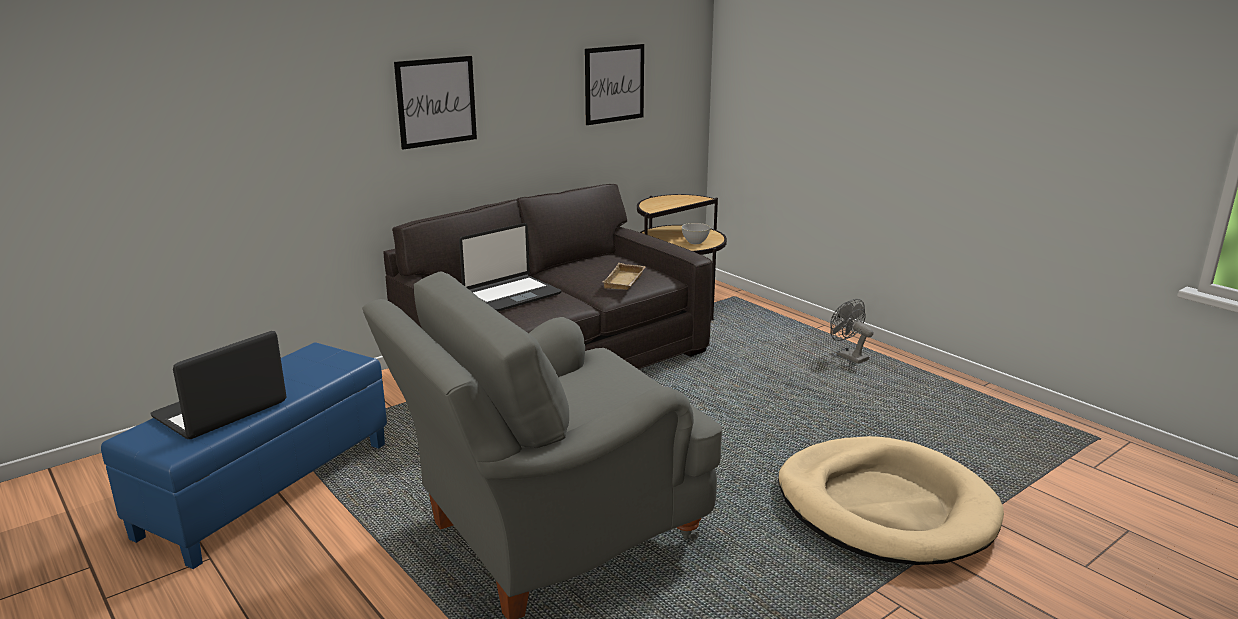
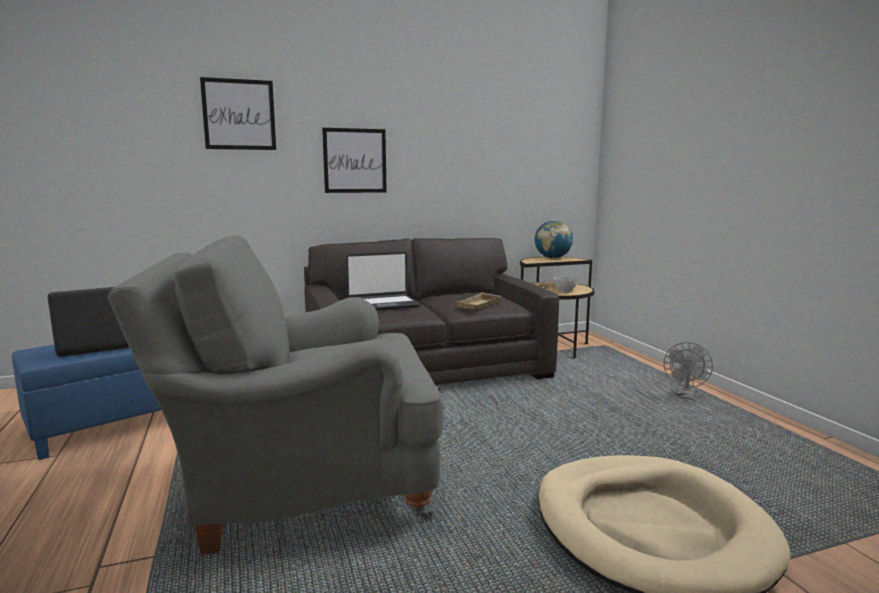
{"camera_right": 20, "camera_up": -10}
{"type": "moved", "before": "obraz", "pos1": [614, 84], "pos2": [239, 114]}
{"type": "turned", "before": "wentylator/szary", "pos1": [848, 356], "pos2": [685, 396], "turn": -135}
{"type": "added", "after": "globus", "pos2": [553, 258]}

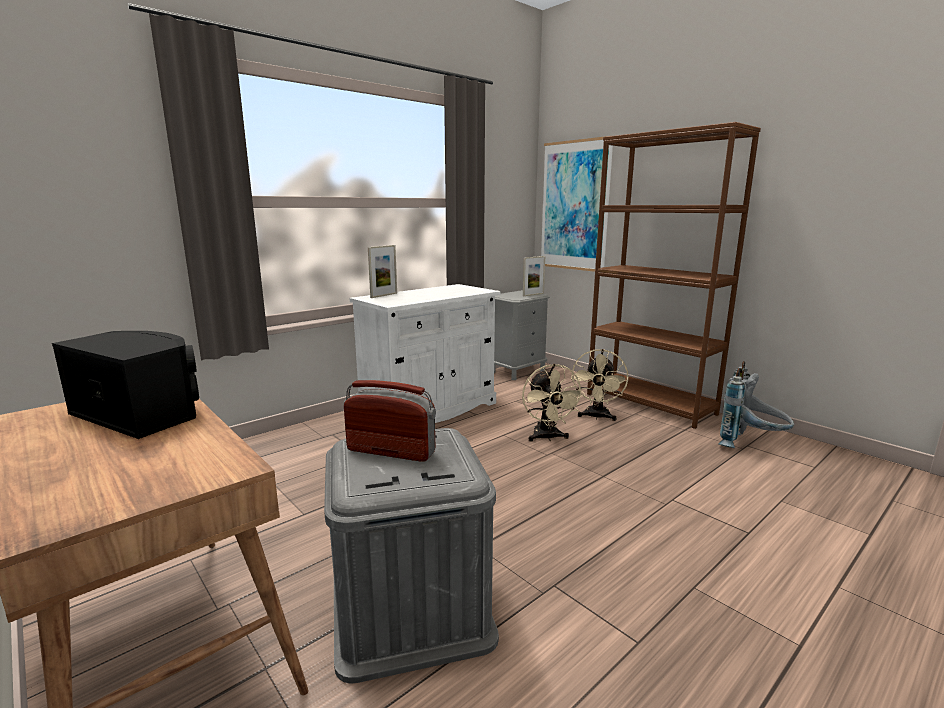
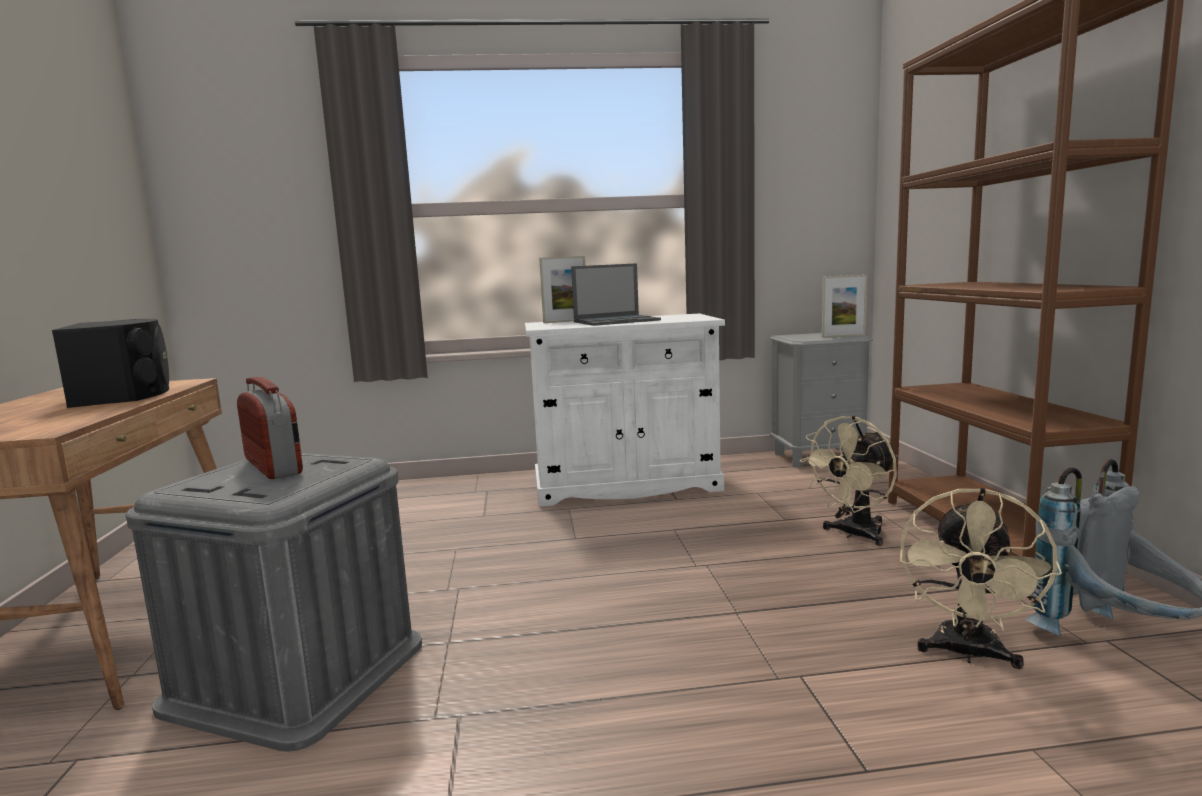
{"camera_right": 35, "camera_up": -5}
{"type": "moved", "before": "wentylator/beżowy", "pos1": [547, 438], "pos2": [968, 654]}
{"type": "removed", "before": "obraz", "pos1": [574, 206]}
{"type": "added", "after": "laptop", "pos2": [617, 321]}

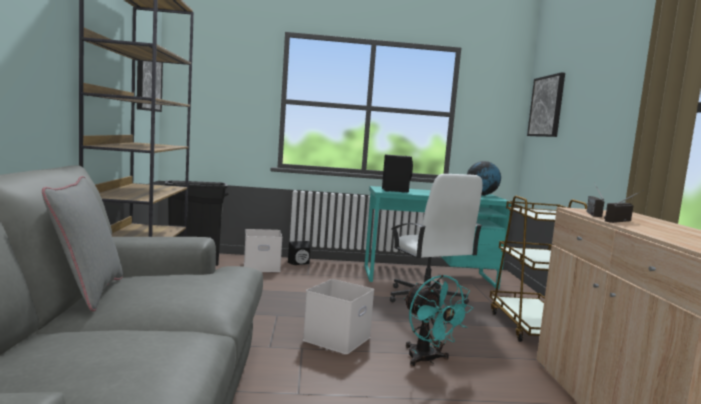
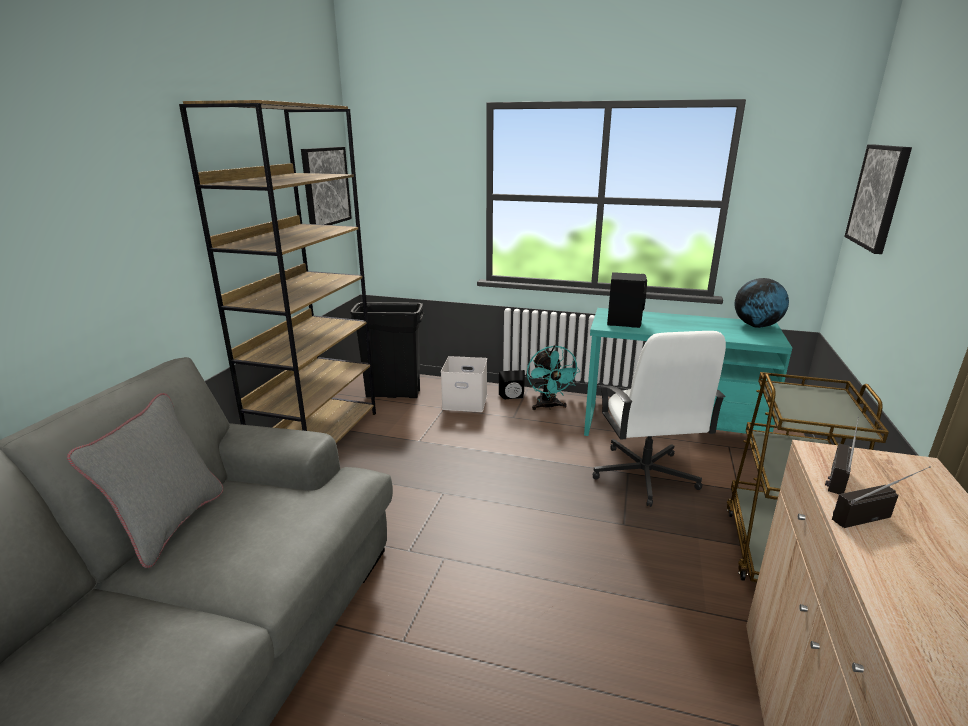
{"camera_right": 20, "camera_up": 15}
{"type": "removed", "before": "pojemnik do przechowywania/biały", "pos1": [337, 339]}
{"type": "moved", "before": "wentylator/turkusowy", "pos1": [427, 360], "pos2": [548, 407]}

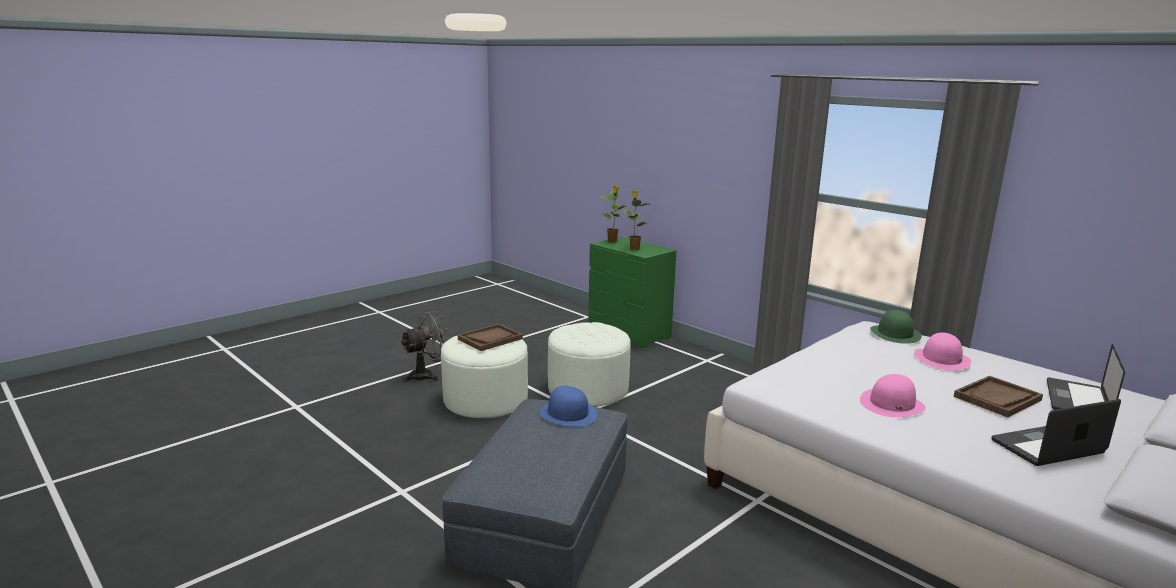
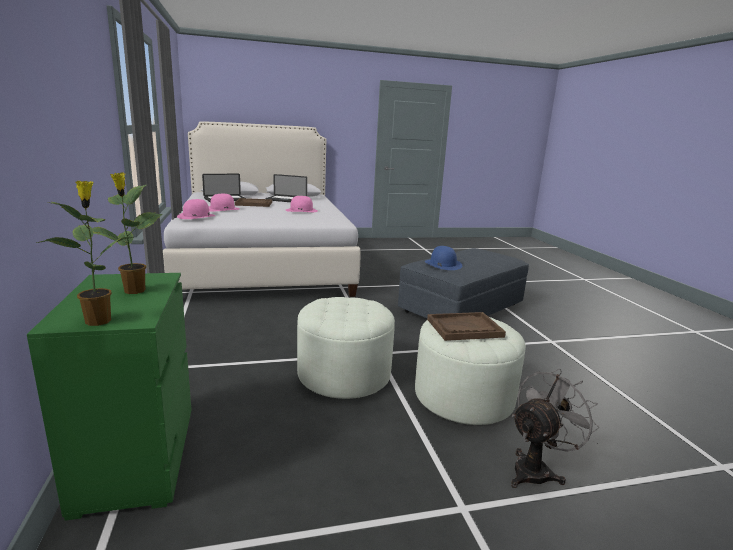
{"camera_right": -150, "camera_up": 0}
{"type": "turned", "before": "wentylator/szary", "pos1": [427, 375], "pos2": [536, 469], "turn": 150}
{"type": "recoloured", "before": "kapelusz/zielony", "after": "kapelusz/różowy", "pos1": [895, 334], "pos2": [196, 216]}

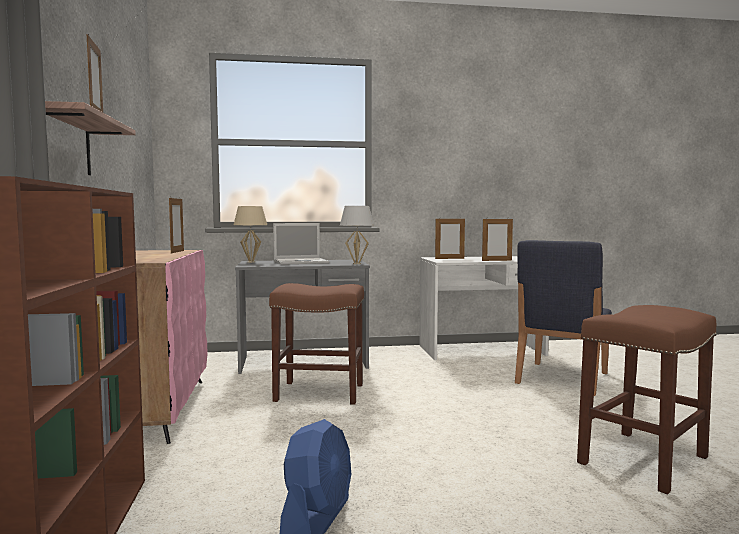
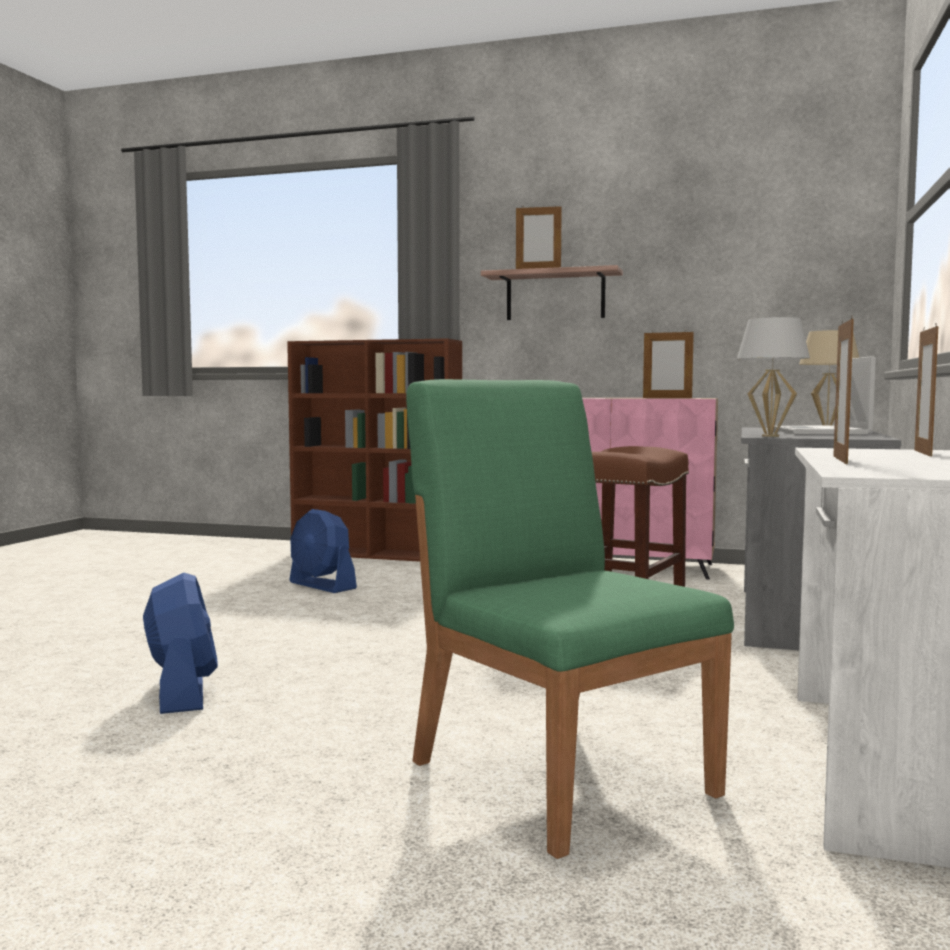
{"camera_right": 115, "camera_up": 0}
{"type": "recoloured", "before": "krzesło/niebieski", "after": "krzesło/zielony", "pos1": [561, 378], "pos2": [560, 775]}
{"type": "replaced", "before": "stołek/brązowy", "after": "wentylator/niebieski", "pos1": [643, 461], "pos2": [183, 692]}

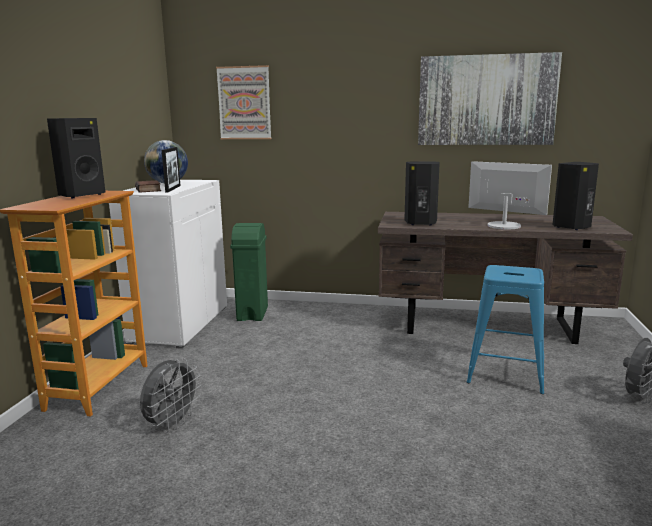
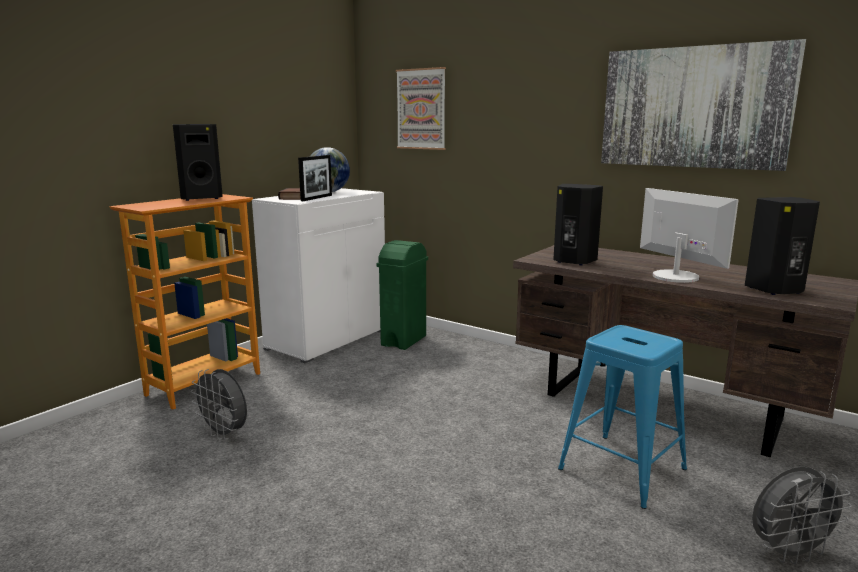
{"camera_right": 25, "camera_up": 0}
{"type": "turned", "before": "wentylator/szary", "pos1": [172, 424], "pos2": [224, 434], "turn": 75}

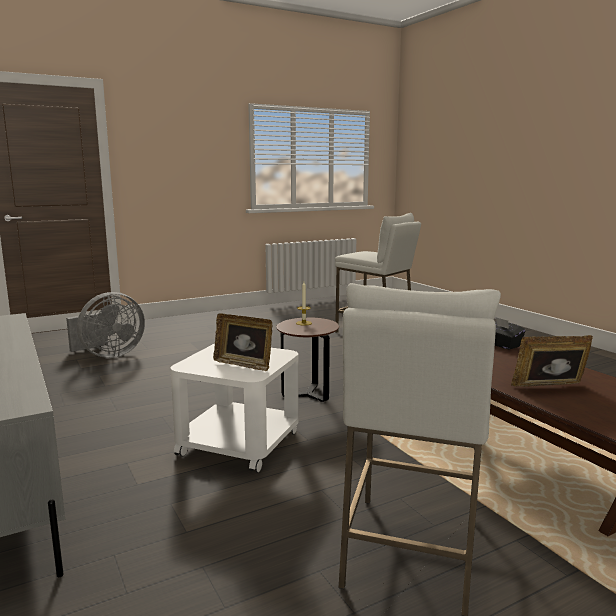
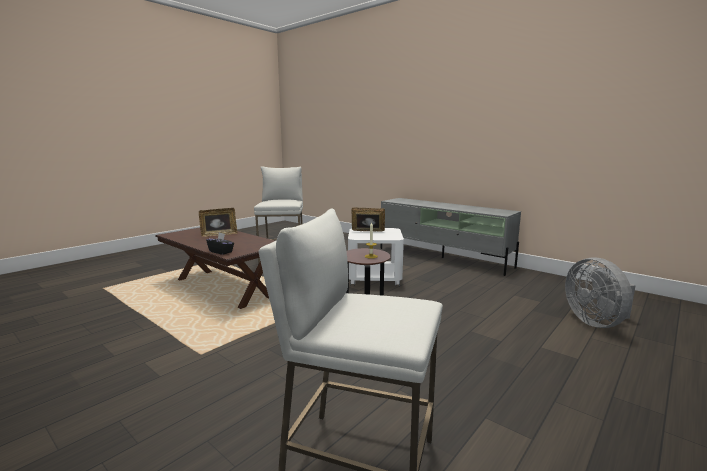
{"camera_right": 160, "camera_up": 0}
{"type": "turned", "before": "wentylator/szary", "pos1": [108, 355], "pos2": [596, 322], "turn": -45}

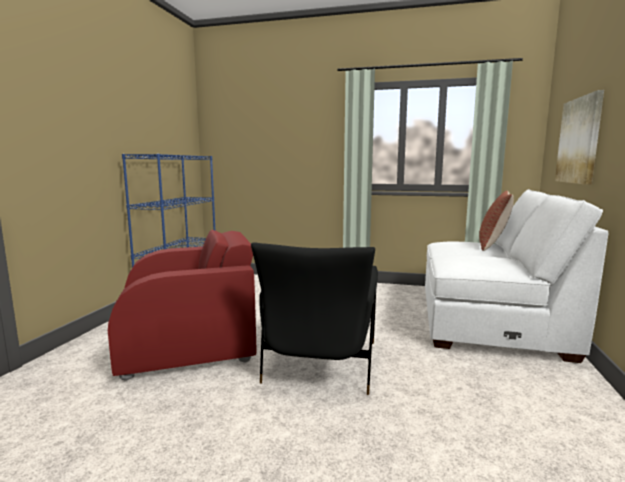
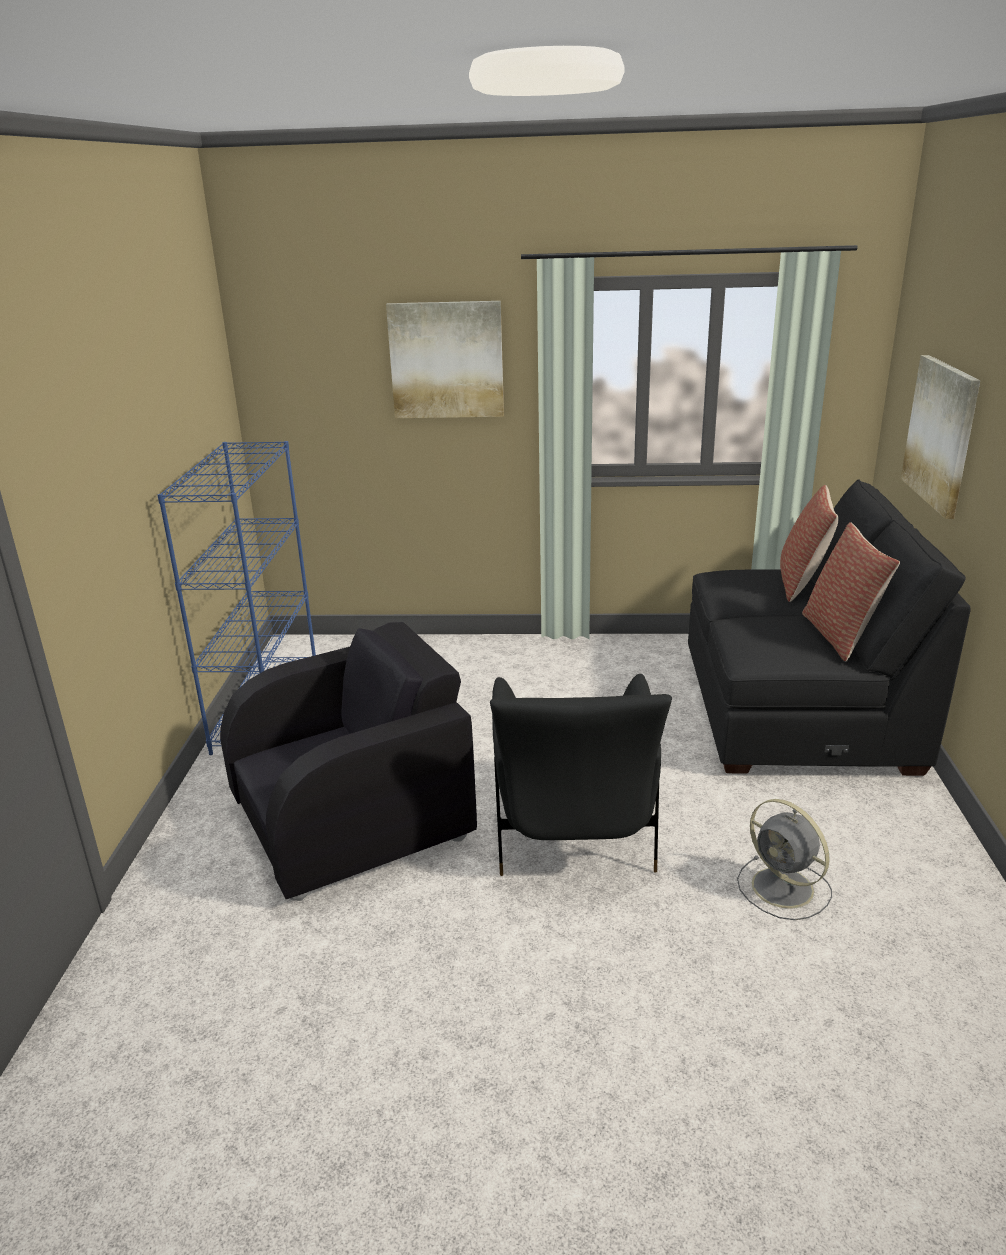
{"camera_right": -10, "camera_up": 15}
{"type": "recoloured", "before": "fotel/czerwony", "after": "fotel/czarny", "pos1": [189, 344], "pos2": [353, 819]}
{"type": "recoloured", "before": "kanapa/biały", "after": "kanapa/czarny", "pos1": [488, 321], "pos2": [795, 708]}
{"type": "added", "after": "obraz", "pos2": [446, 360]}
{"type": "added", "after": "wentylator/szary", "pos2": [785, 889]}
{"type": "added", "after": "poduszka", "pos2": [840, 635]}

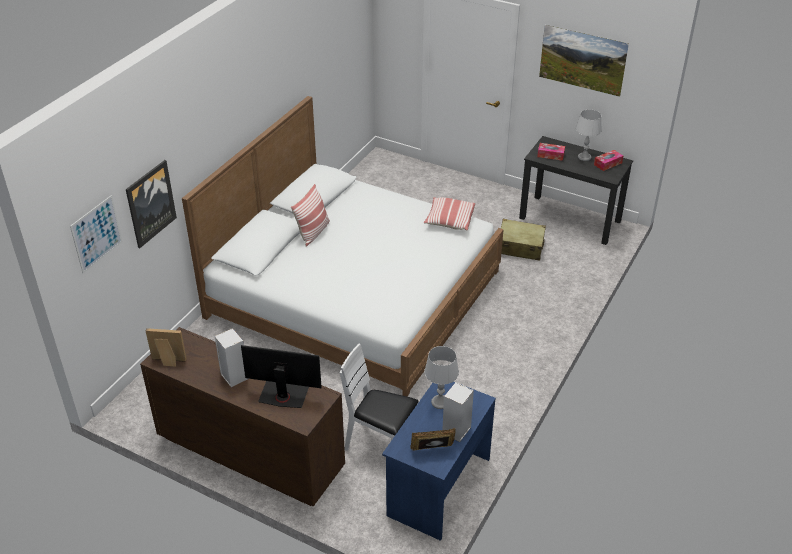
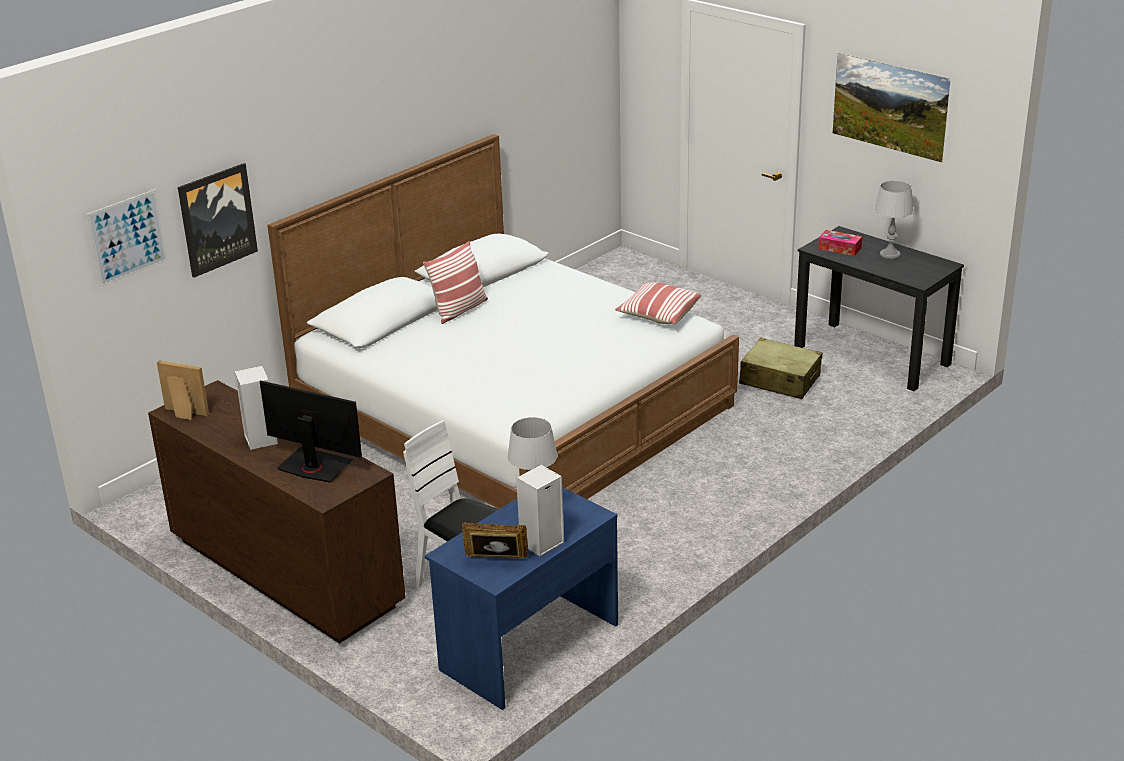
{"camera_right": 15, "camera_up": -10}
{"type": "removed", "before": "pudełko chusteczek", "pos1": [608, 164]}

